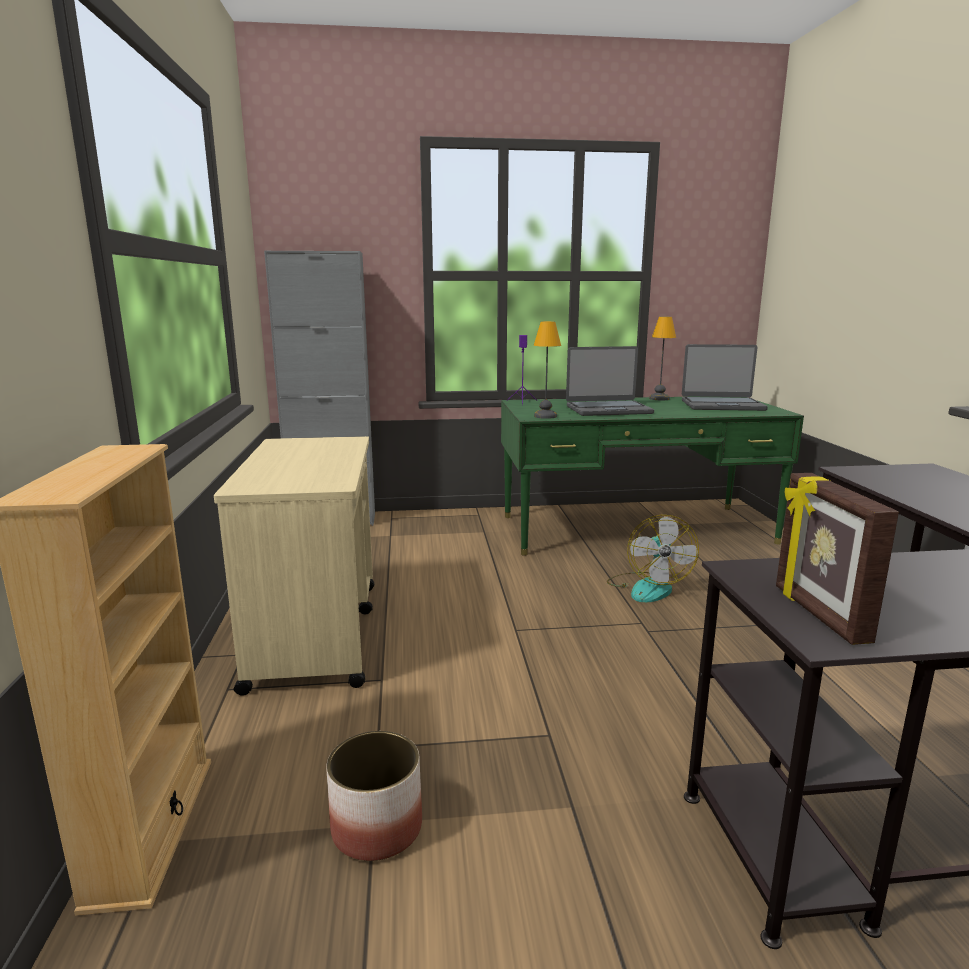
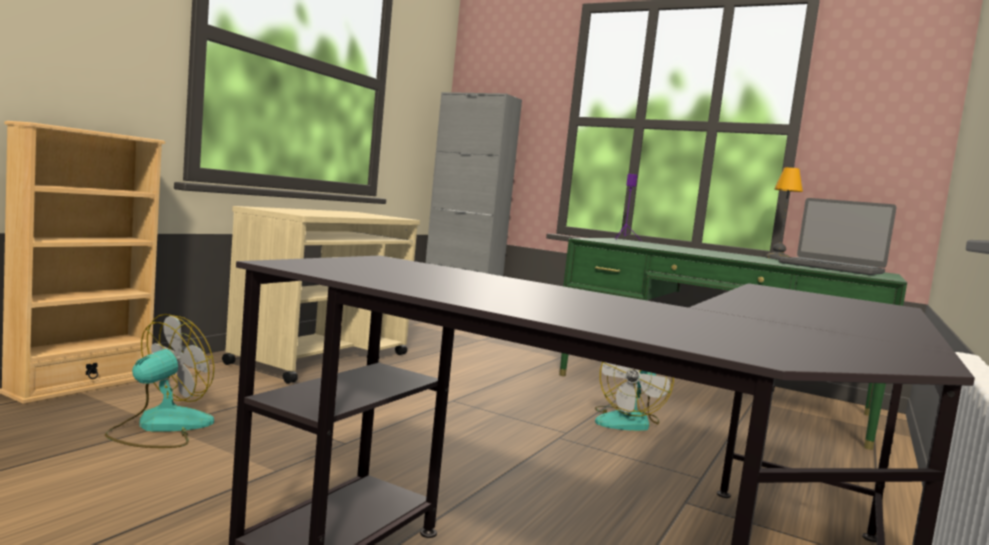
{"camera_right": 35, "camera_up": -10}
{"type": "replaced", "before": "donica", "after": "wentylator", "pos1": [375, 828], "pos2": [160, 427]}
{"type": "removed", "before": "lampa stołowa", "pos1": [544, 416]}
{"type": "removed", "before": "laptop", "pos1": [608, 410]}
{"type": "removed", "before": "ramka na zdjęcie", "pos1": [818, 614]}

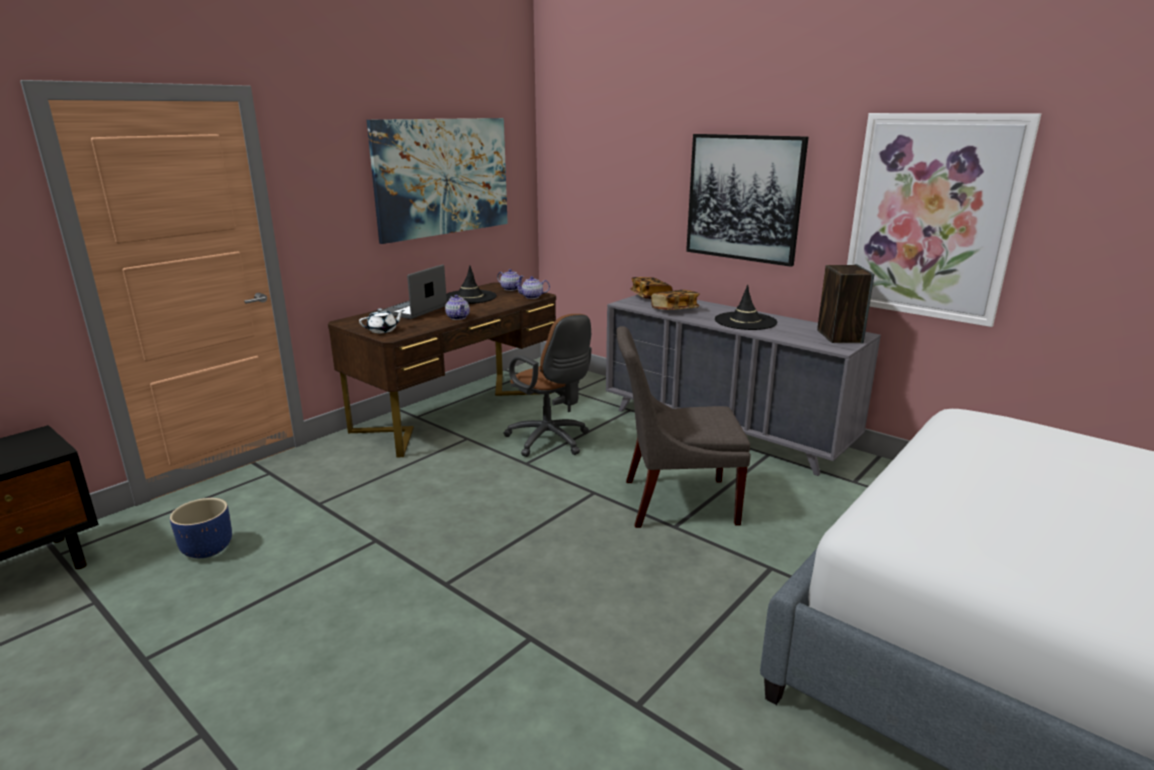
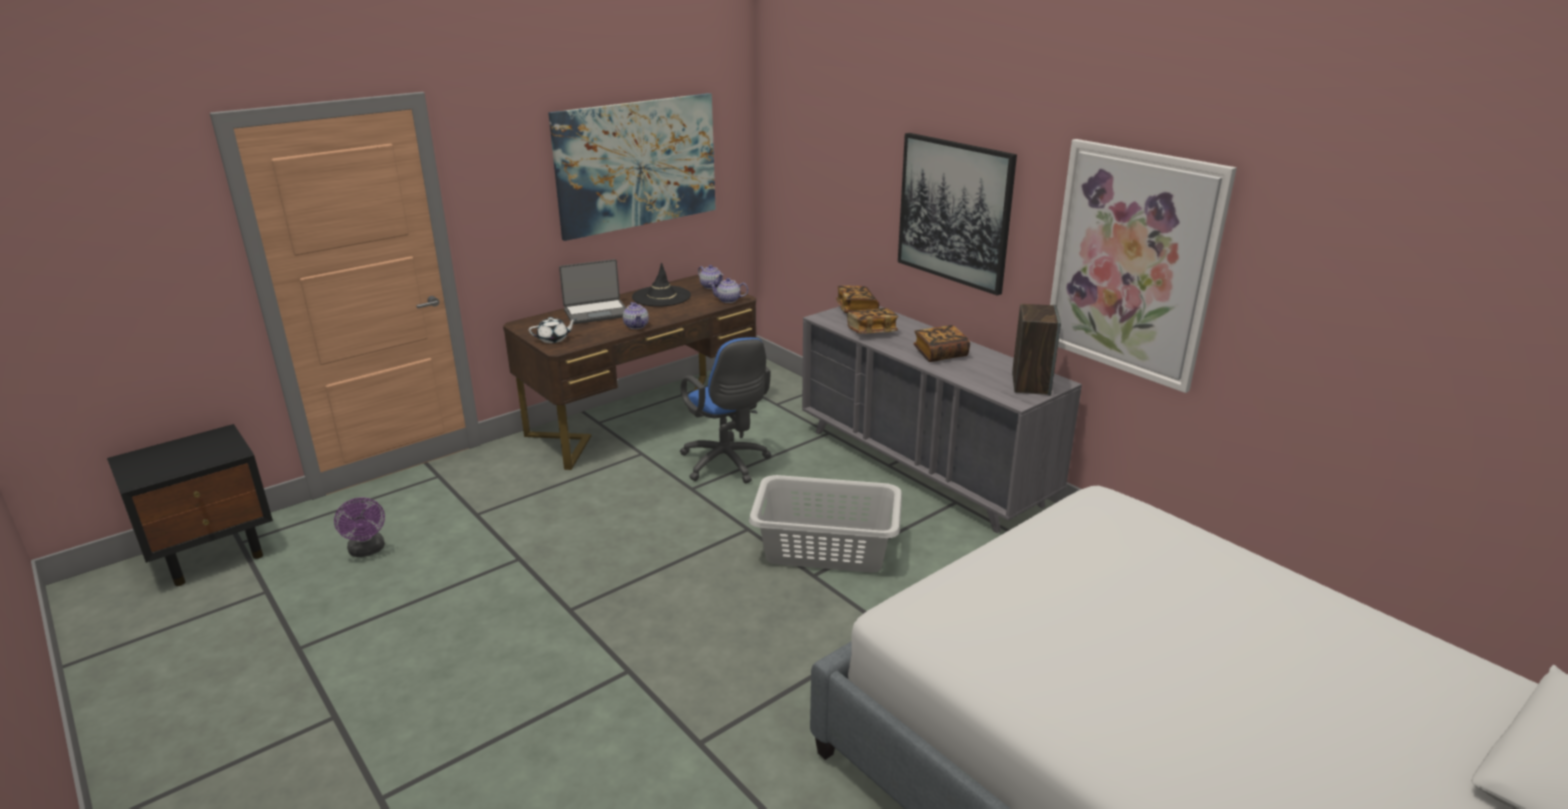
{"camera_right": 10, "camera_up": 5}
{"type": "replaced", "before": "donica/niebieski", "after": "wentylator/fioletowy", "pos1": [208, 549], "pos2": [367, 551]}
{"type": "turned", "before": "laptop", "pos1": [415, 310], "pos2": [596, 312], "turn": -150}
{"type": "recoloured", "before": "krzesło biurowe/brązowy", "after": "krzesło biurowe/niebieski", "pos1": [551, 441], "pos2": [727, 465]}
{"type": "replaced", "before": "krzesło/szary", "after": "kosz na pranie/szary", "pos1": [673, 501], "pos2": [825, 547]}
{"type": "replaced", "before": "kapelusz/czarny", "after": "książka", "pos1": [745, 321], "pos2": [940, 354]}

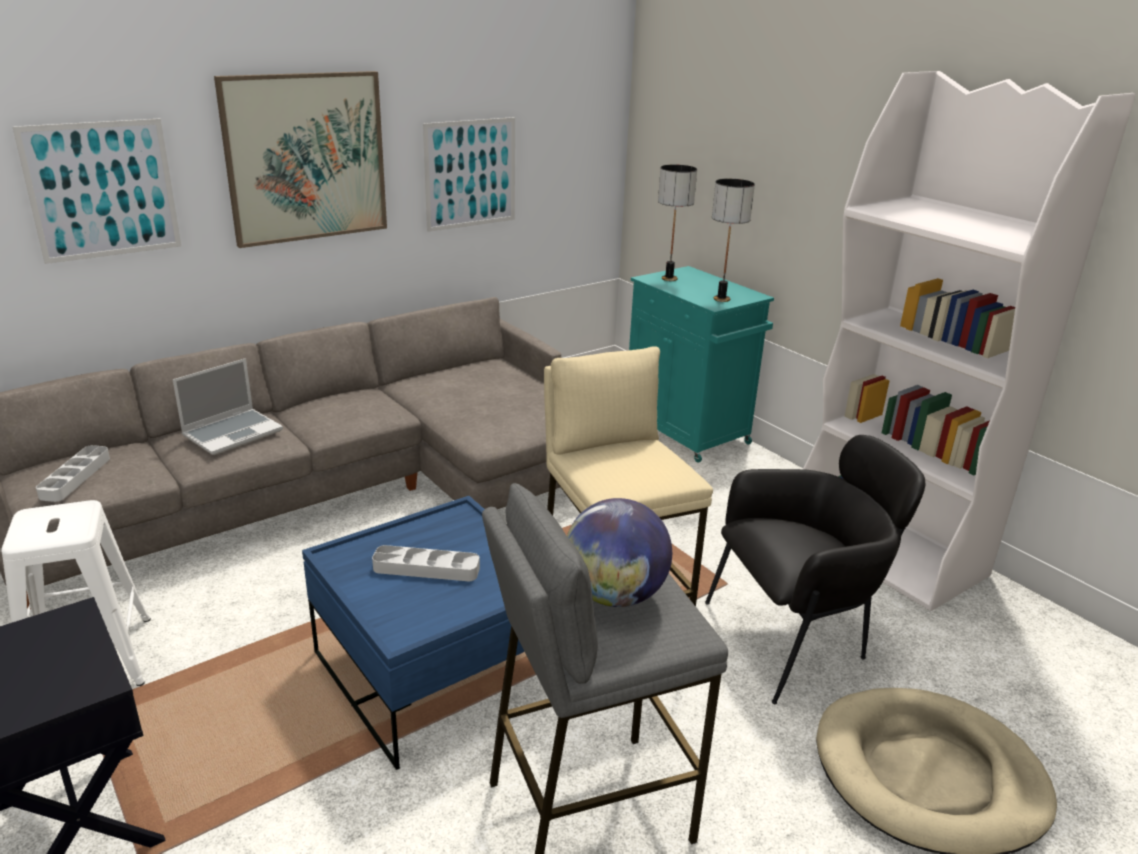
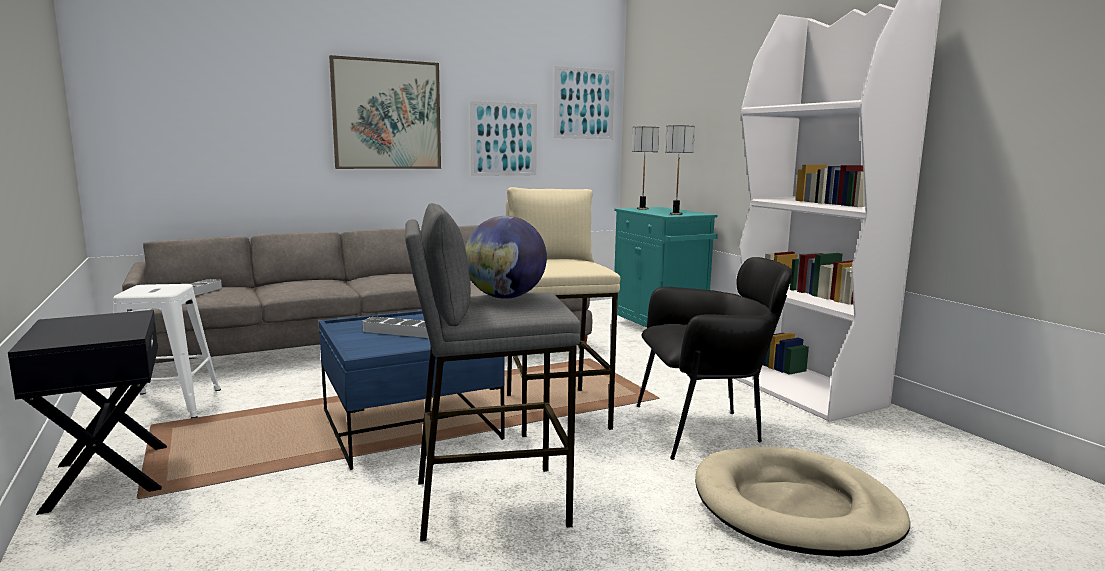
{"camera_right": 10, "camera_up": -15}
{"type": "moved", "before": "obraz", "pos1": [102, 190], "pos2": [584, 103]}
{"type": "removed", "before": "laptop", "pos1": [233, 433]}

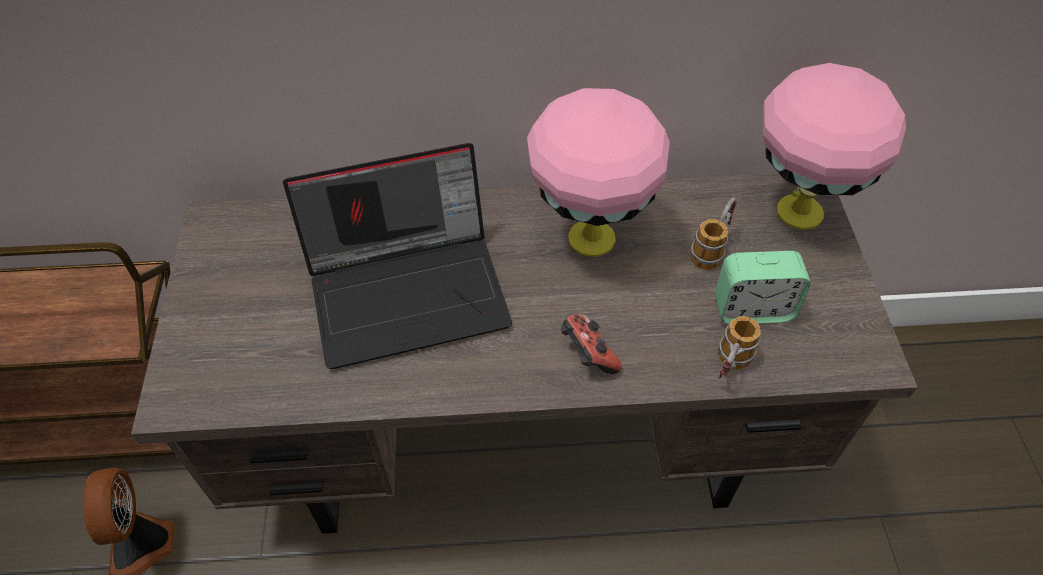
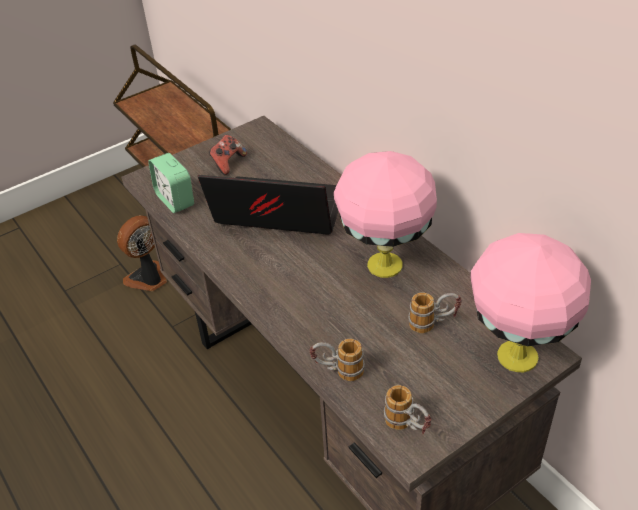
{"camera_right": 60, "camera_up": -10}
{"type": "turned", "before": "laptop", "pos1": [410, 290], "pos2": [276, 214], "turn": 150}
{"type": "moved", "before": "pad do gier", "pos1": [587, 355], "pos2": [228, 163]}
{"type": "moved", "before": "budzik", "pos1": [752, 309], "pos2": [175, 200]}
{"type": "added", "after": "kubek", "pos2": [407, 426]}

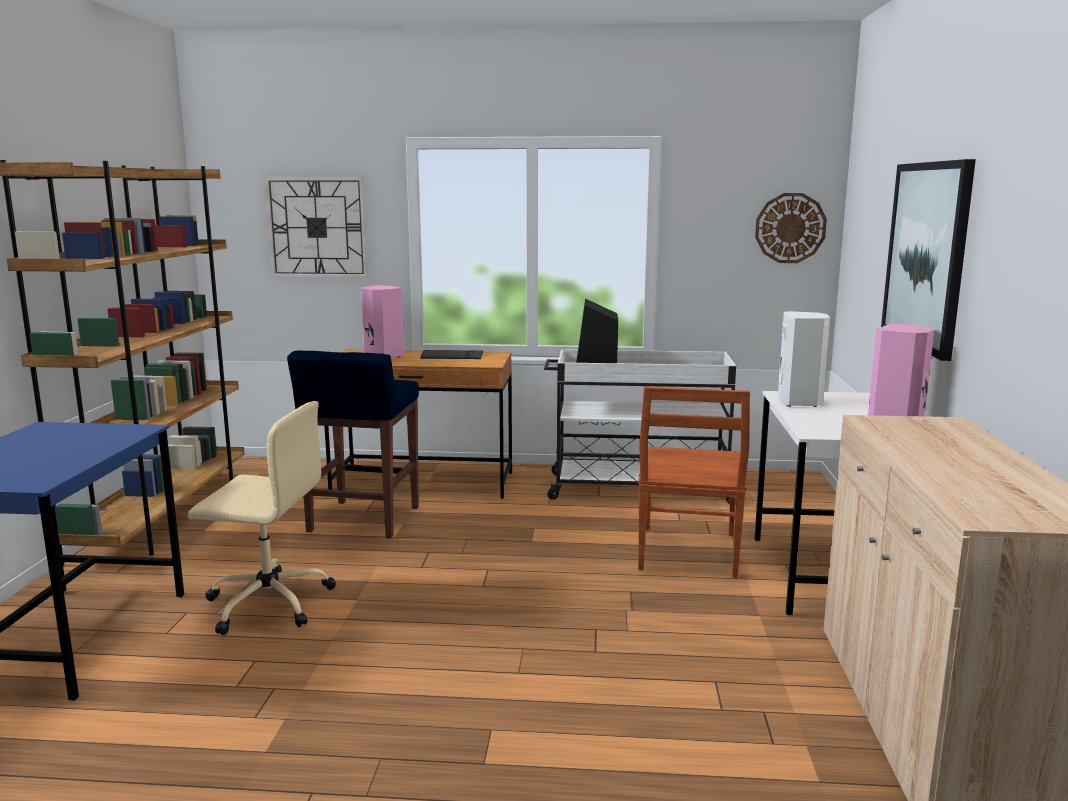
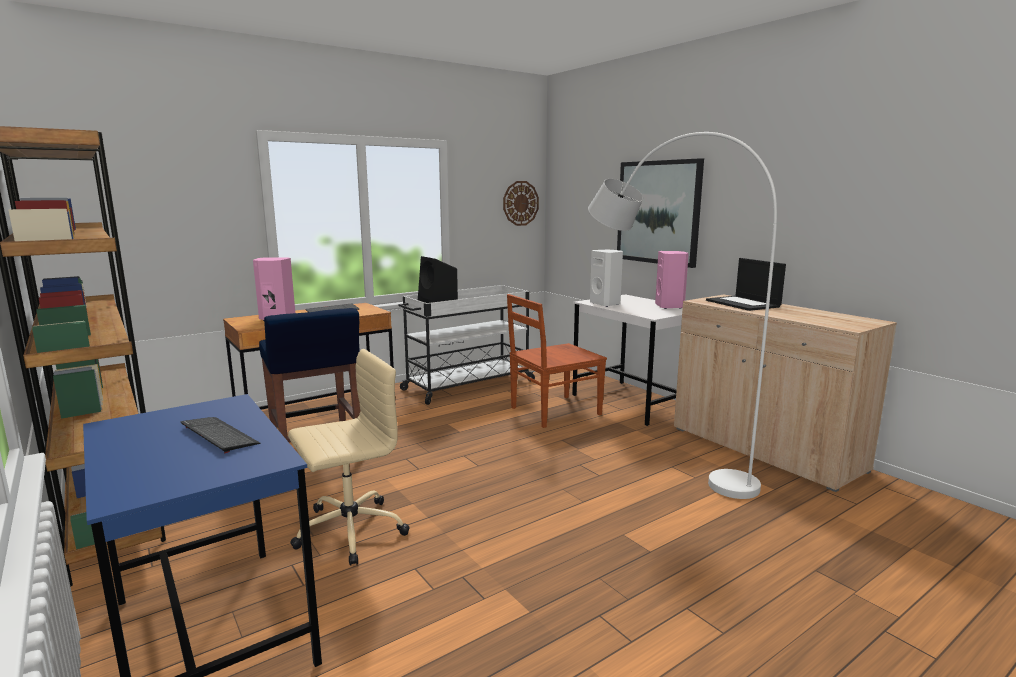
{"camera_right": -40, "camera_up": 0}
{"type": "removed", "before": "zegar ścienny", "pos1": [317, 227]}
{"type": "turned", "before": "krzesło/brązowy", "pos1": [687, 553], "pos2": [553, 411], "turn": 90}
{"type": "added", "after": "klawiatura", "pos2": [219, 435]}
{"type": "added", "after": "lampa stojąca/biały", "pos2": [656, 456]}
{"type": "added", "after": "laptop", "pos2": [743, 304]}

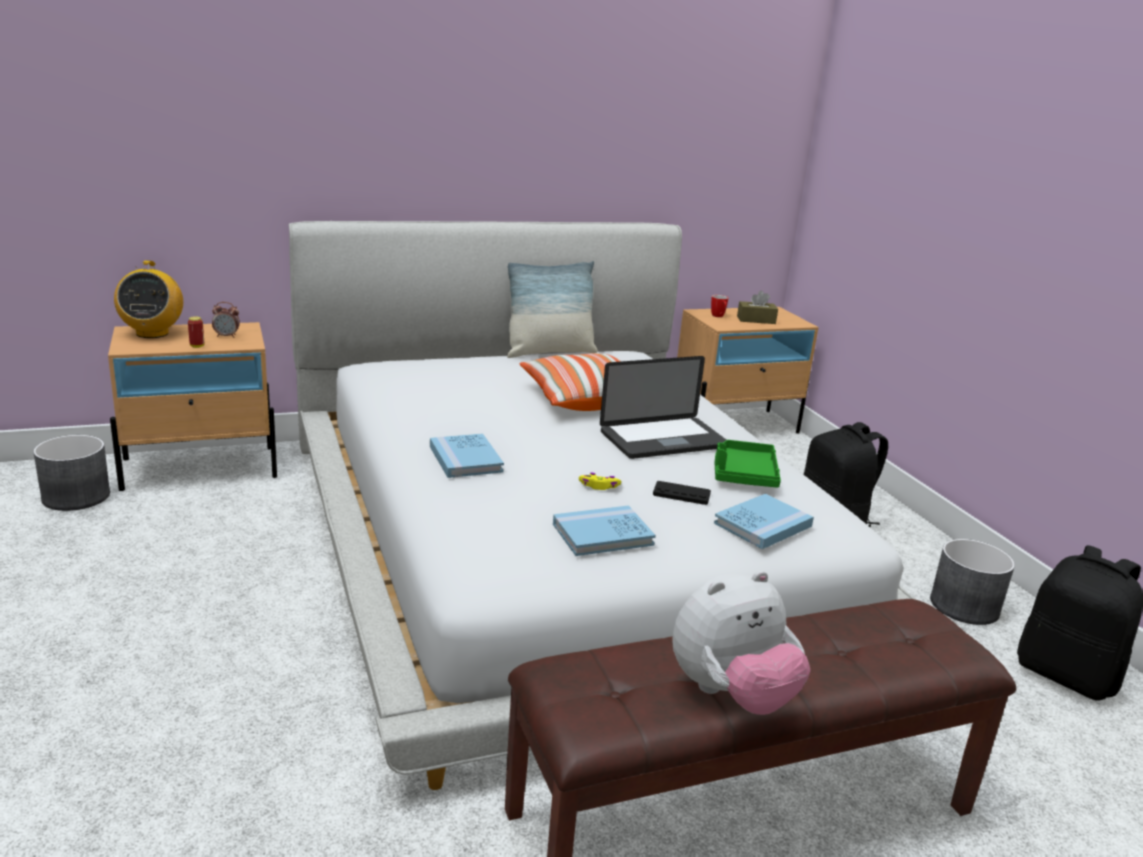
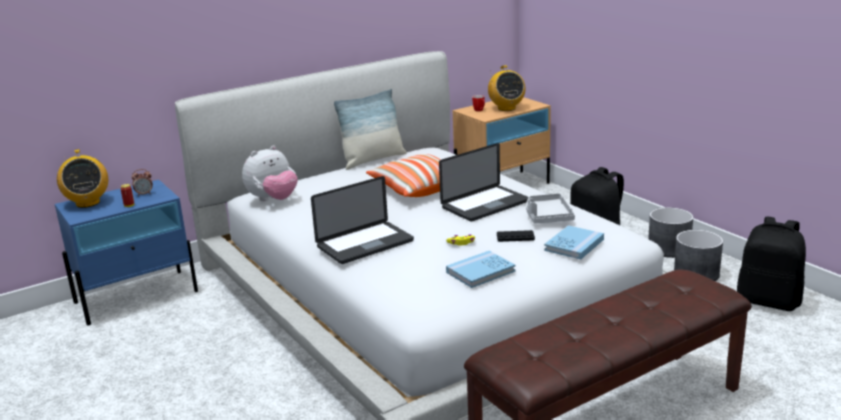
{"camera_right": -10, "camera_up": 0}
{"type": "moved", "before": "donica/szary", "pos1": [77, 496], "pos2": [669, 248]}
{"type": "recoloured", "before": "szafka nocna/beżowy", "after": "szafka nocna/niebieski", "pos1": [201, 468], "pos2": [137, 296]}
{"type": "replaced", "before": "książka/niebieski", "after": "laptop", "pos1": [465, 459], "pos2": [365, 244]}
{"type": "moved", "before": "pluszak", "pos1": [731, 695], "pos2": [273, 200]}
{"type": "recoloured", "before": "taca/zielony", "after": "taca/szary", "pos1": [743, 474], "pos2": [547, 216]}
{"type": "replaced", "before": "pudełko chusteczek/brązowy", "after": "radio", "pos1": [756, 320], "pos2": [506, 108]}

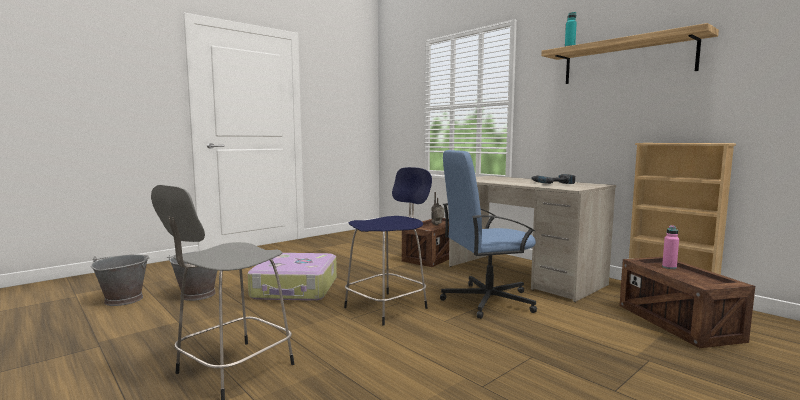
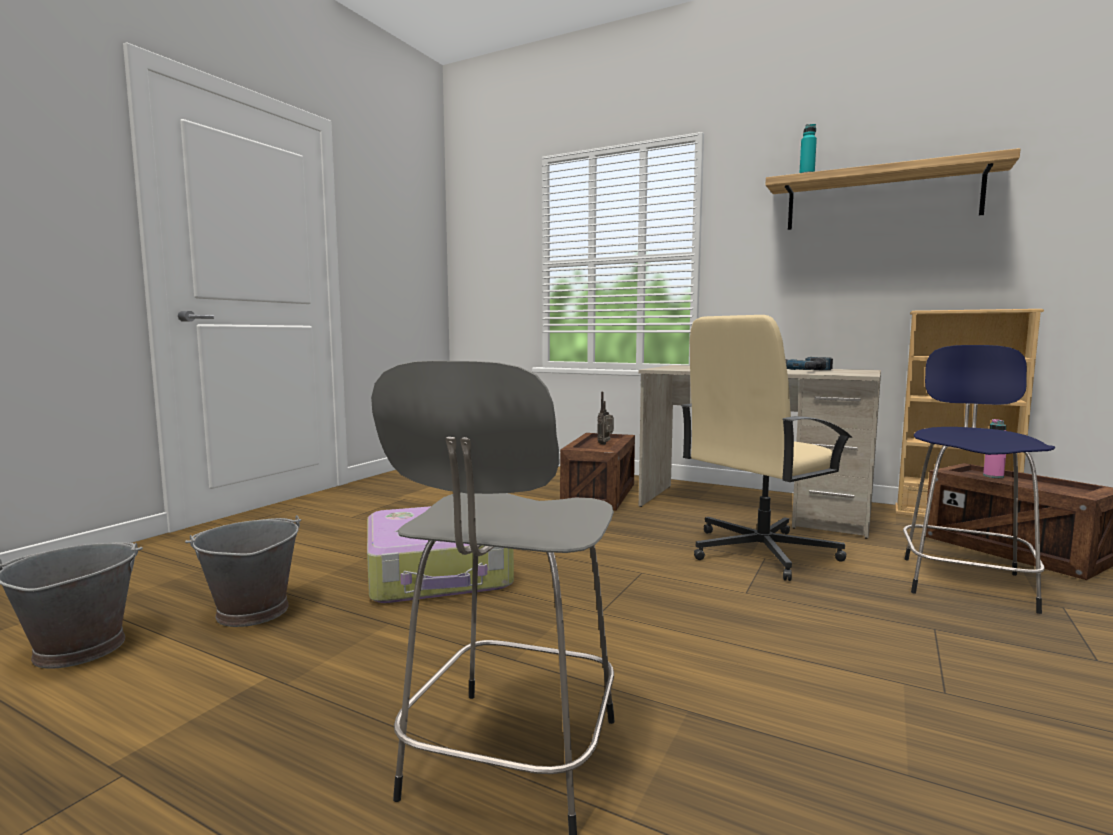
{"camera_right": -20, "camera_up": 0}
{"type": "moved", "before": "stołek/niebieski", "pos1": [388, 307], "pos2": [965, 581]}
{"type": "recoloured", "before": "krzesło biurowe/niebieski", "after": "krzesło biurowe/beżowy", "pos1": [486, 301], "pos2": [759, 552]}

